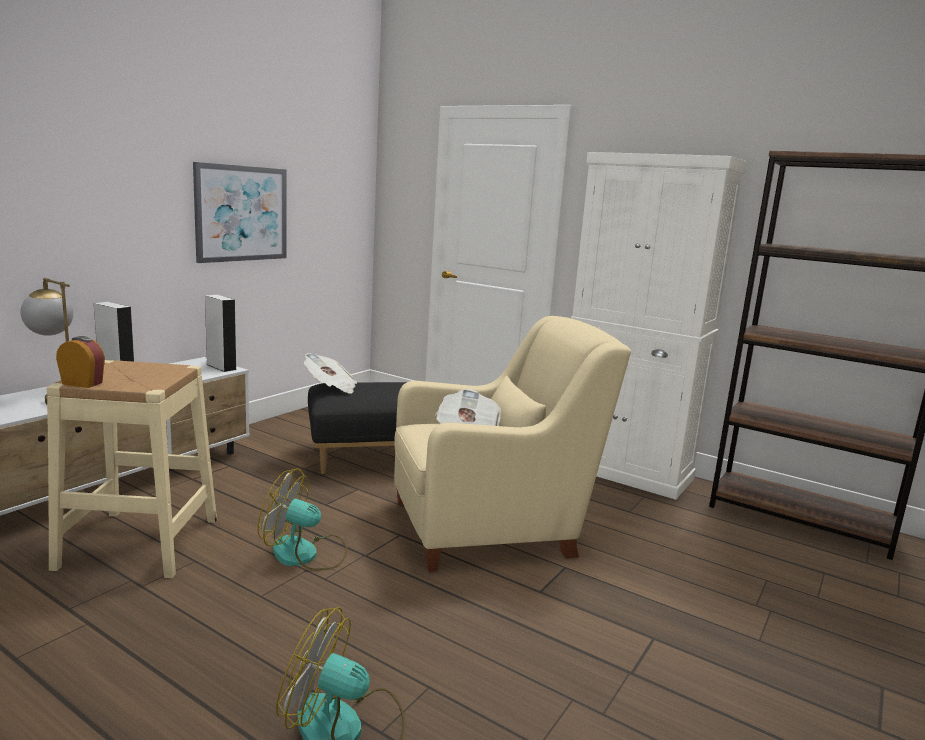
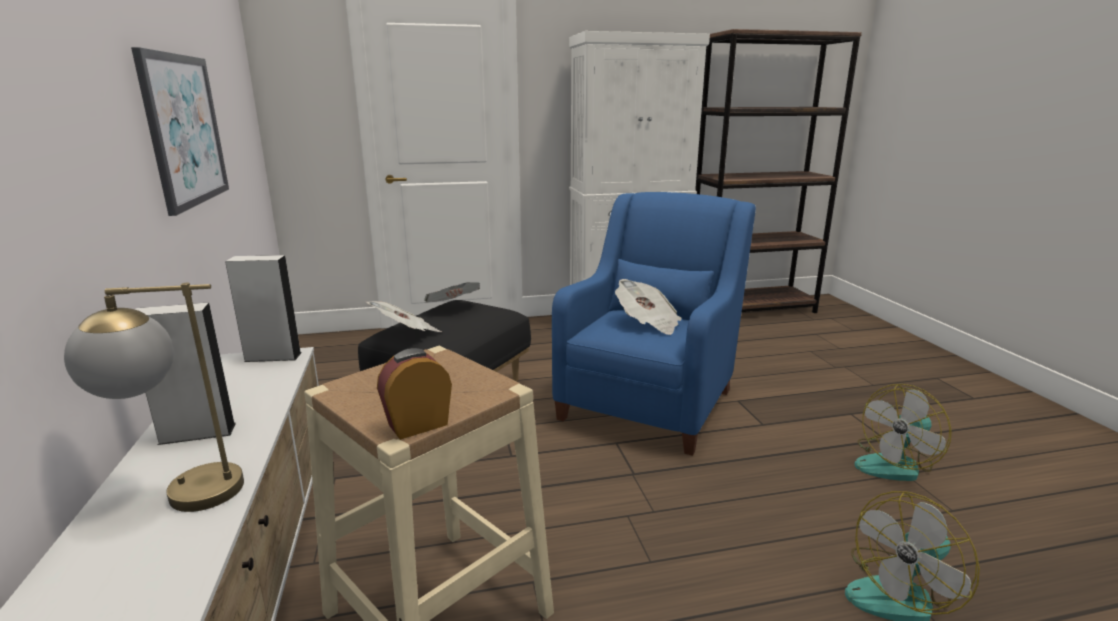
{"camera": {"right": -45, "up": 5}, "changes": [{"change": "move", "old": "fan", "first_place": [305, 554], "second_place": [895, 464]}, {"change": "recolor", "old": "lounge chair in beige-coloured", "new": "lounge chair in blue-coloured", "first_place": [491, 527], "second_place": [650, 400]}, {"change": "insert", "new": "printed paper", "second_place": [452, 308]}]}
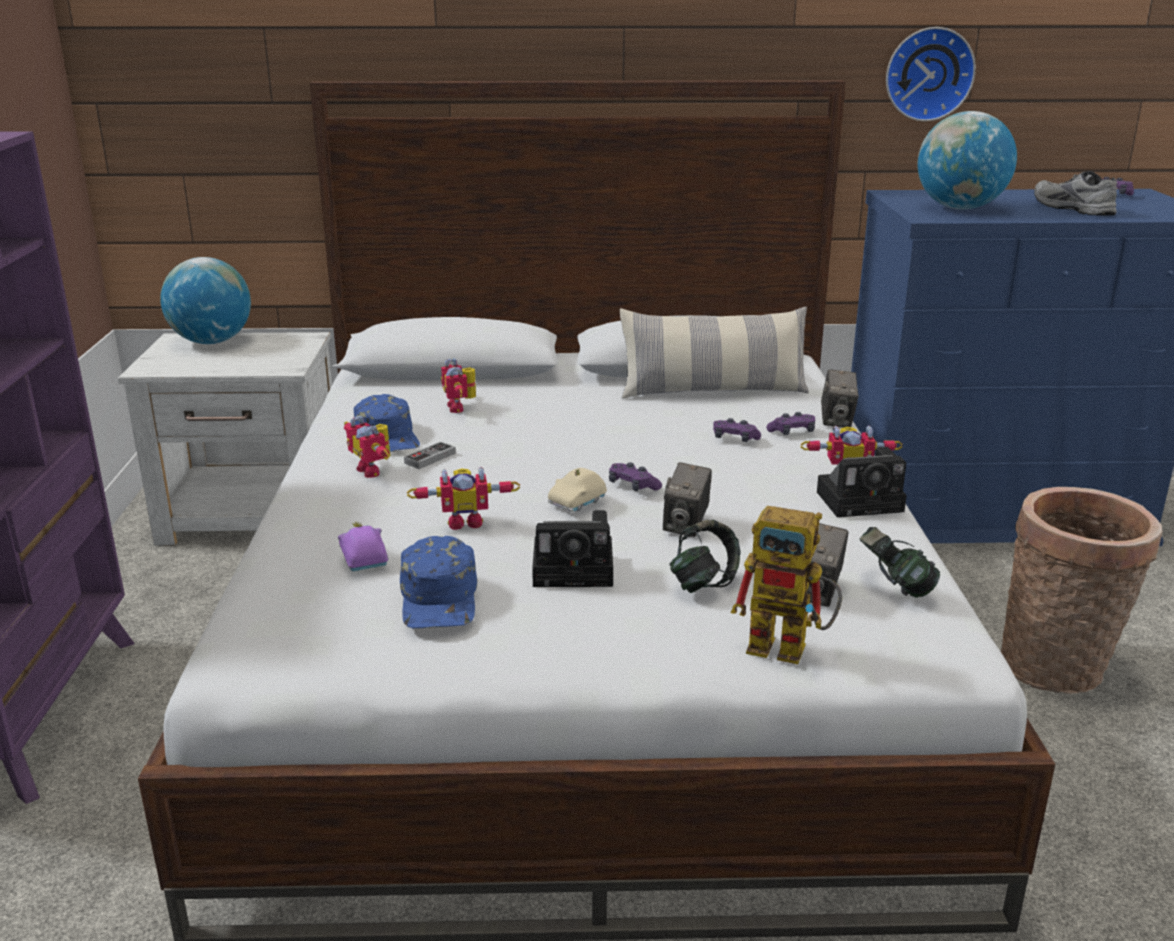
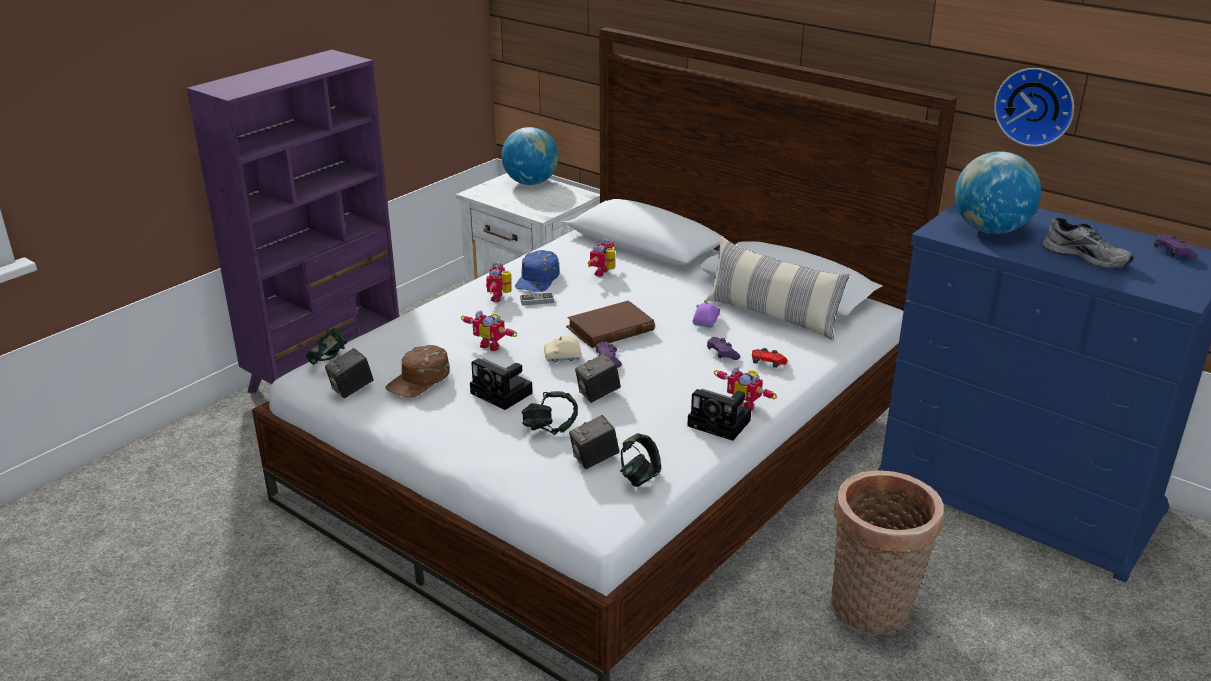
{"camera": {"right": 40, "up": 5}, "changes": [{"change": "move", "old": "toy car in purple", "first_place": [363, 560], "second_place": [705, 321]}, {"change": "recolor", "old": "peaked cap in blue-coloured", "new": "peaked cap in brownish", "first_place": [440, 598], "second_place": [419, 379]}, {"change": "delete", "old": "toy robot", "first_place": [790, 648]}, {"change": "recolor", "old": "game controller in purple", "new": "game controller in reddish", "first_place": [792, 432], "second_place": [767, 363]}, {"change": "move", "old": "photo camera", "first_place": [837, 421], "second_place": [351, 389]}, {"change": "rotate", "old": "low shoe in gray", "first_place": [1070, 208], "second_place": [1086, 256], "degrees": 120}, {"change": "insert", "new": "headphones", "second_place": [328, 362]}, {"change": "insert", "new": "book in brownish", "second_place": [610, 329]}]}
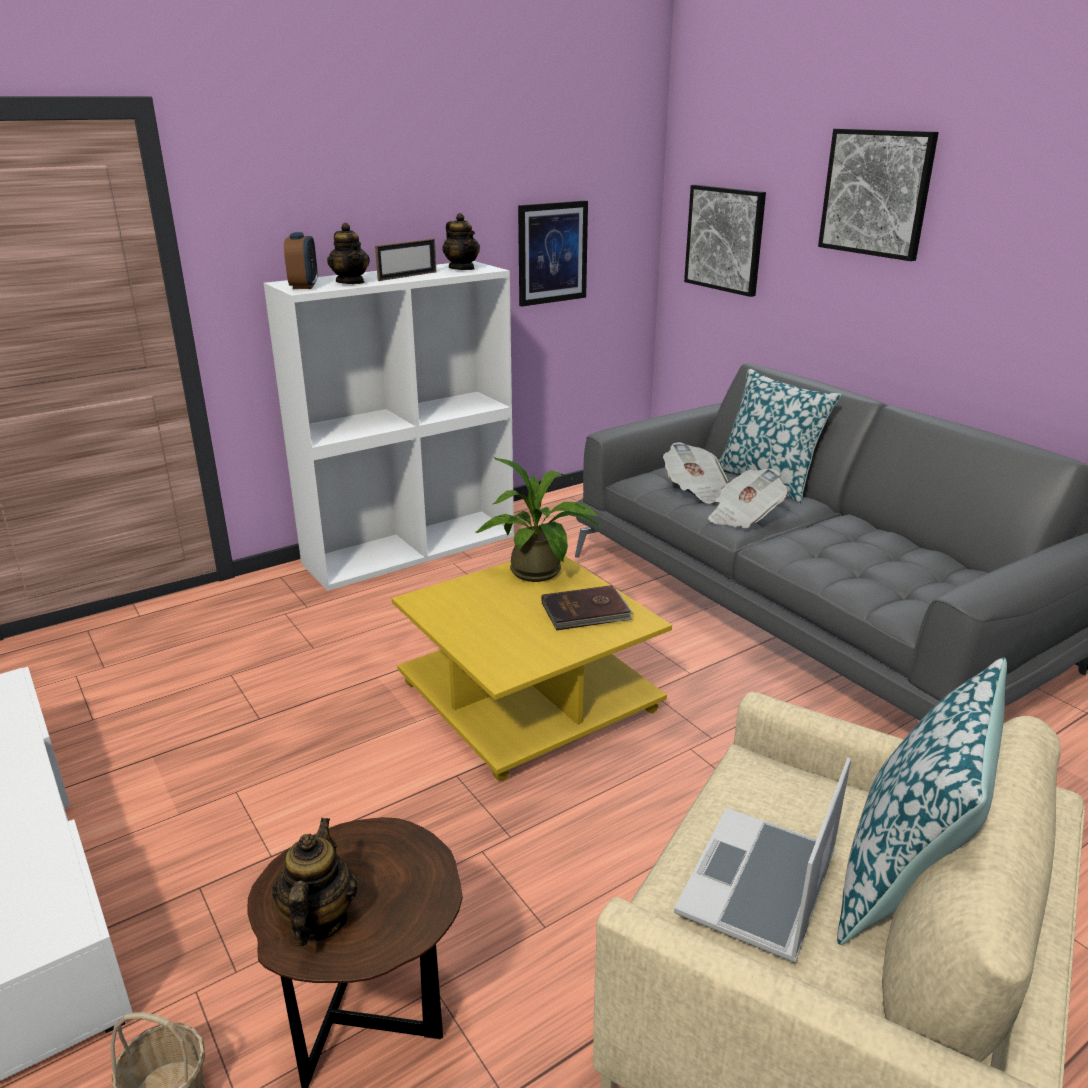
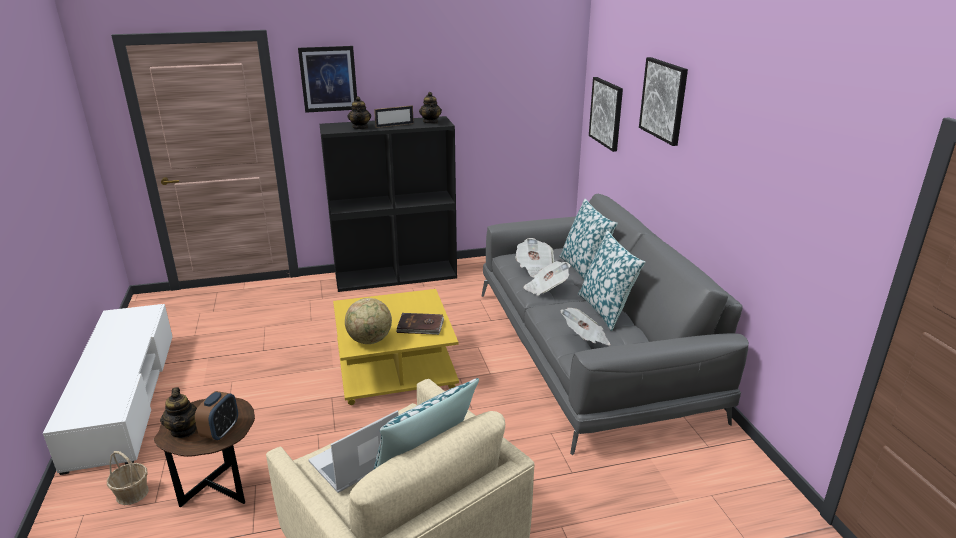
{"camera": {"right": 20, "up": 0}, "changes": [{"change": "recolor", "old": "bookcase in white-coloured", "new": "bookcase in black", "first_place": [411, 548], "second_place": [396, 276]}, {"change": "rotate", "old": "teapot", "first_place": [318, 920], "second_place": [184, 430], "degrees": 135}, {"change": "move", "old": "bedside clock", "first_place": [304, 286], "second_place": [221, 431]}, {"change": "delete", "old": "plant in a pot", "first_place": [540, 574]}, {"change": "move", "old": "picture", "first_place": [552, 253], "second_place": [328, 79]}, {"change": "insert", "new": "globe", "second_place": [370, 340]}, {"change": "insert", "new": "printed paper", "second_place": [585, 338]}, {"change": "insert", "new": "pillow", "second_place": [606, 310]}]}
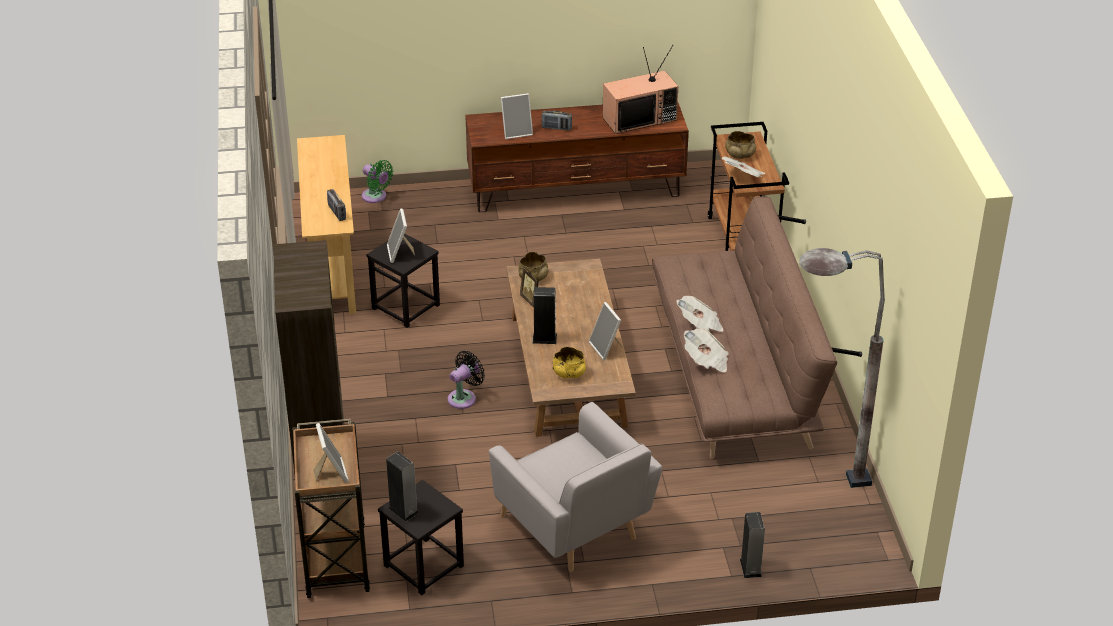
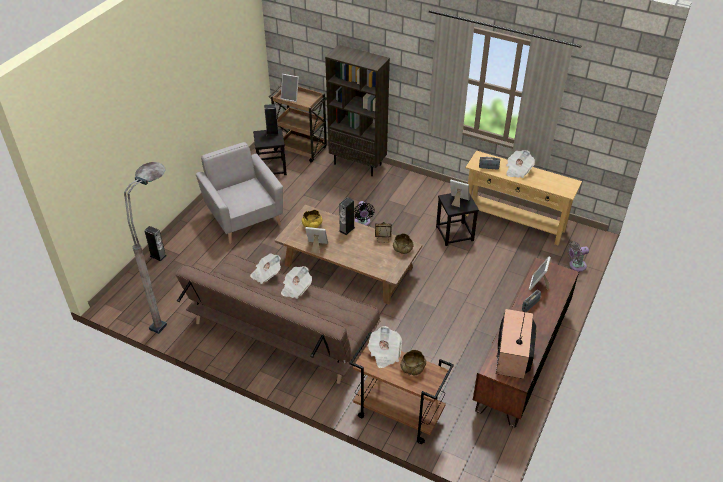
{"camera": {"right": 125, "up": 5}, "changes": [{"change": "recolor", "old": "fan in green-coloured", "new": "fan in gray", "first_place": [376, 197], "second_place": [575, 265]}, {"change": "rotate", "old": "lounge chair in gray", "first_place": [575, 527], "second_place": [243, 217], "degrees": 60}, {"change": "insert", "new": "printed paper", "second_place": [517, 170]}]}
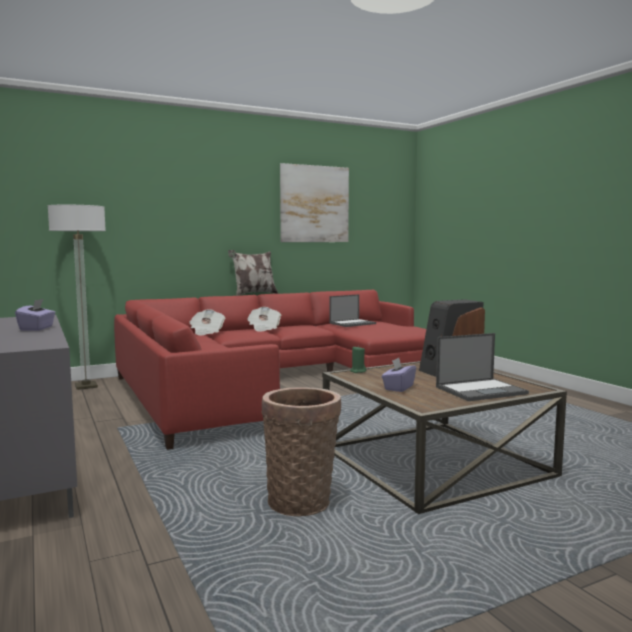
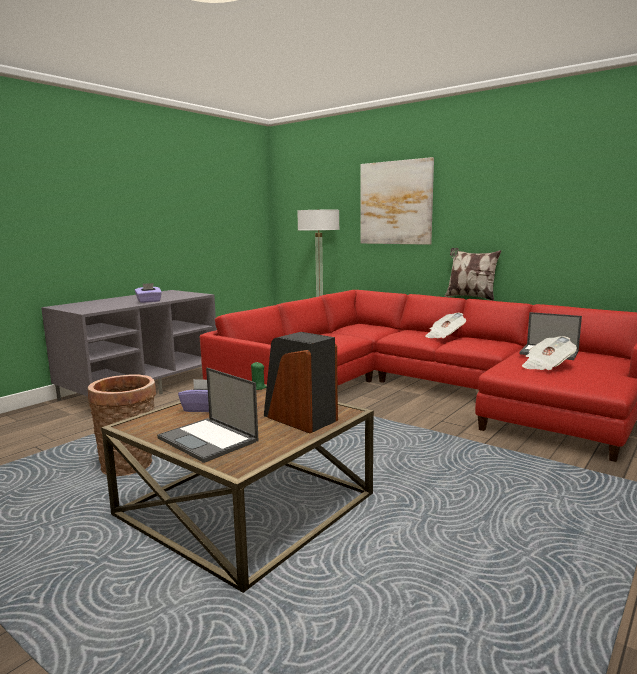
{"camera": {"right": 65, "up": 5}, "changes": [{"change": "move", "old": "printed paper", "first_place": [206, 332], "second_place": [546, 366]}, {"change": "move", "old": "picture", "first_place": [314, 204], "second_place": [396, 203]}]}
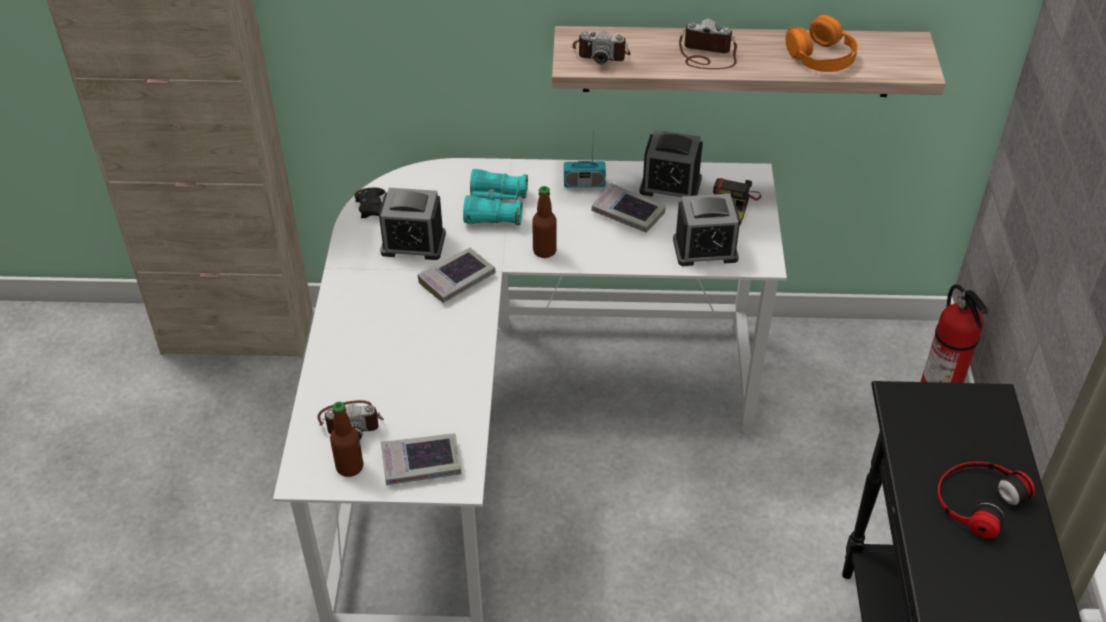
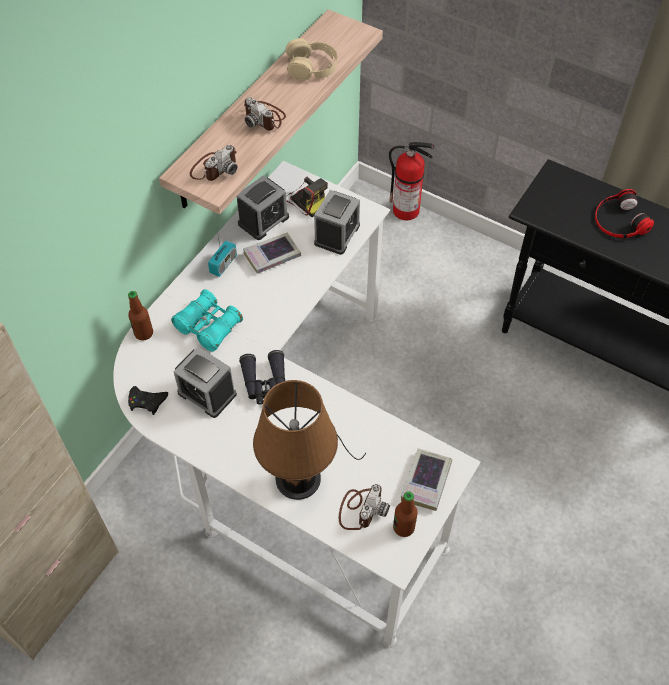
{"camera": {"right": -60, "up": 10}, "changes": [{"change": "rotate", "old": "bedside clock", "first_place": [413, 243], "second_place": [207, 393], "degrees": 90}, {"change": "replace", "old": "book", "new": "binoculars in black", "first_place": [457, 279], "second_place": [265, 383]}, {"change": "move", "old": "drink bottle", "first_place": [544, 251], "second_place": [144, 333]}, {"change": "rotate", "old": "photo camera", "first_place": [707, 55], "second_place": [265, 117], "degrees": -90}, {"change": "recolor", "old": "headphones in orange-coloured", "new": "headphones in beige-coloured", "first_place": [821, 56], "second_place": [312, 66]}, {"change": "insert", "new": "lamp for a table in brownish", "second_place": [302, 474]}]}
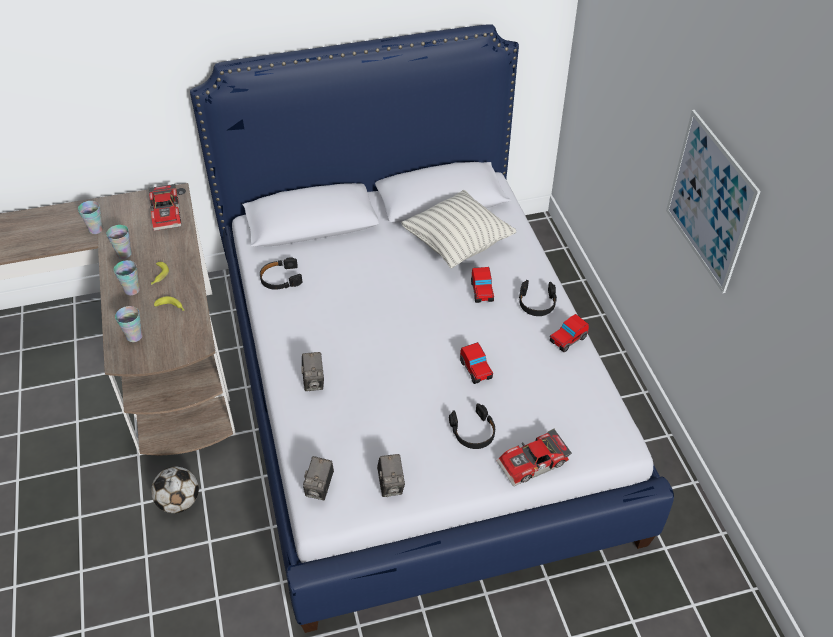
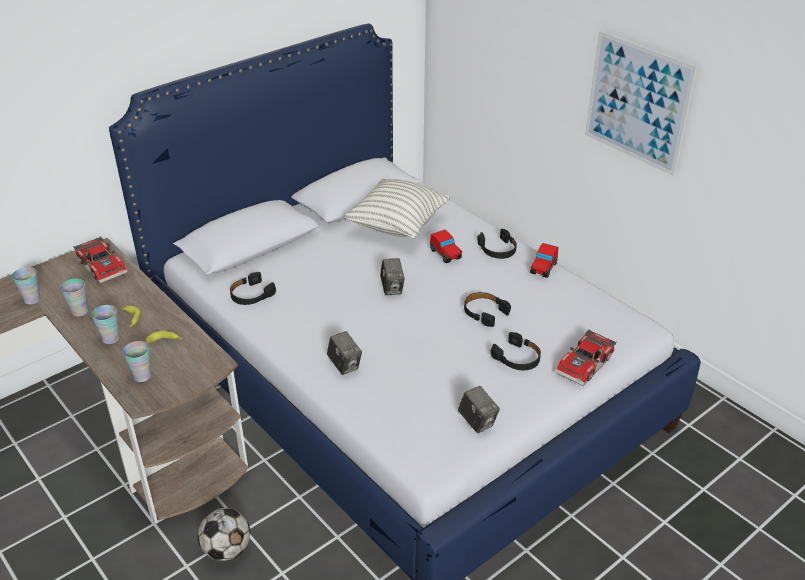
{"camera": {"right": -25, "up": -10}, "changes": [{"change": "move", "old": "photo camera", "first_place": [320, 488], "second_place": [392, 288]}, {"change": "replace", "old": "toy car", "new": "headphones in black", "first_place": [476, 370], "second_place": [484, 312]}]}
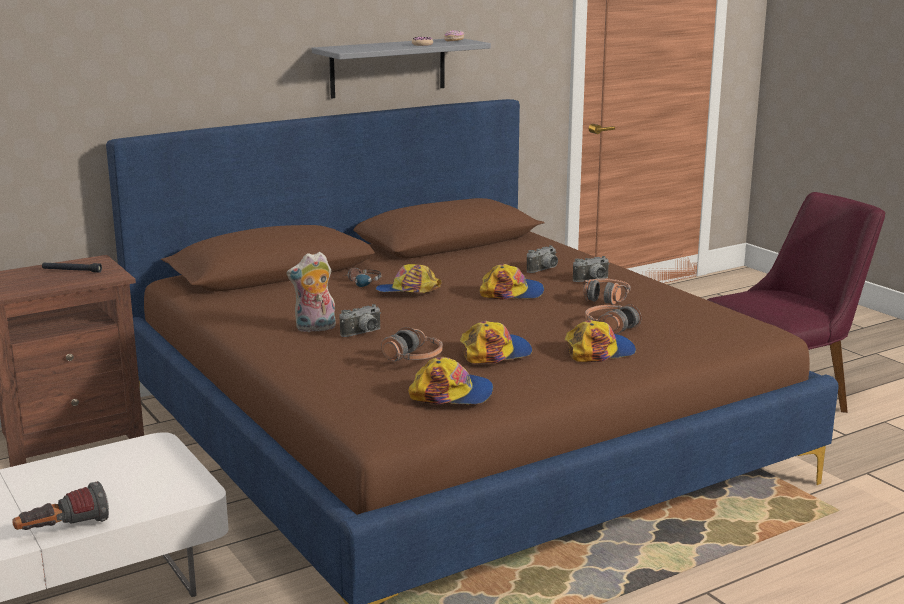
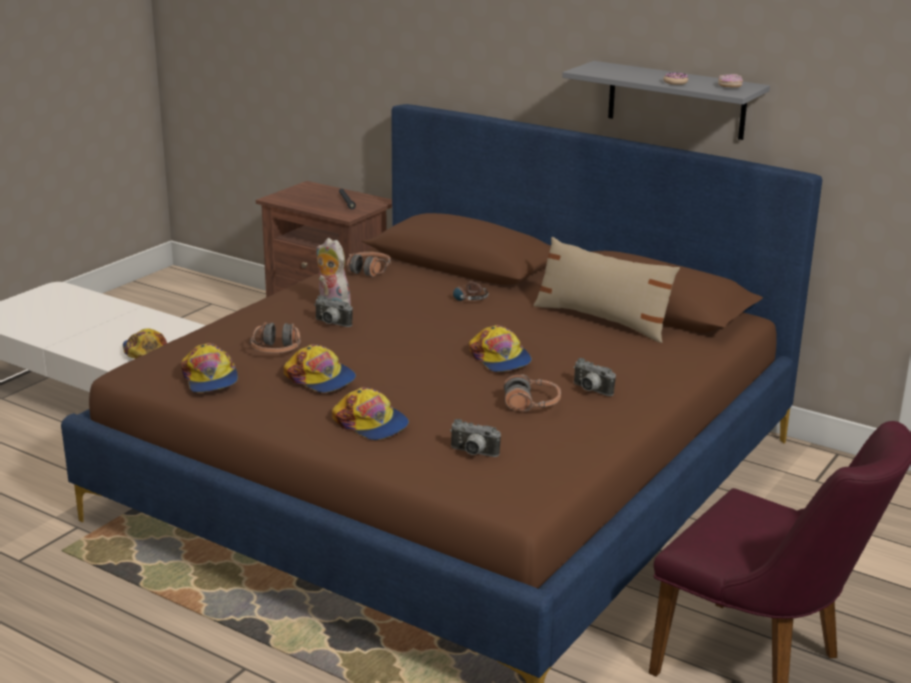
{"camera": {"right": 65, "up": 5}, "changes": [{"change": "delete", "old": "torch", "first_place": [63, 530]}, {"change": "move", "old": "peaked cap", "first_place": [407, 291], "second_place": [146, 353]}, {"change": "move", "old": "photo camera", "first_place": [544, 270], "second_place": [473, 453]}, {"change": "move", "old": "headphones", "first_place": [611, 326], "second_place": [368, 270]}, {"change": "insert", "new": "pillow in beige-coloured", "second_place": [602, 320]}]}
